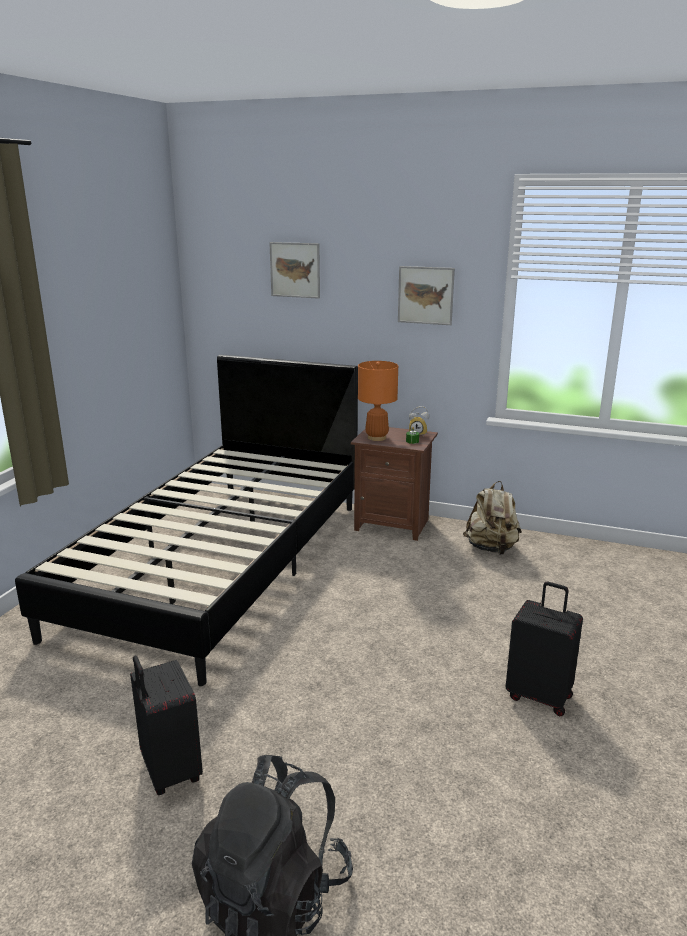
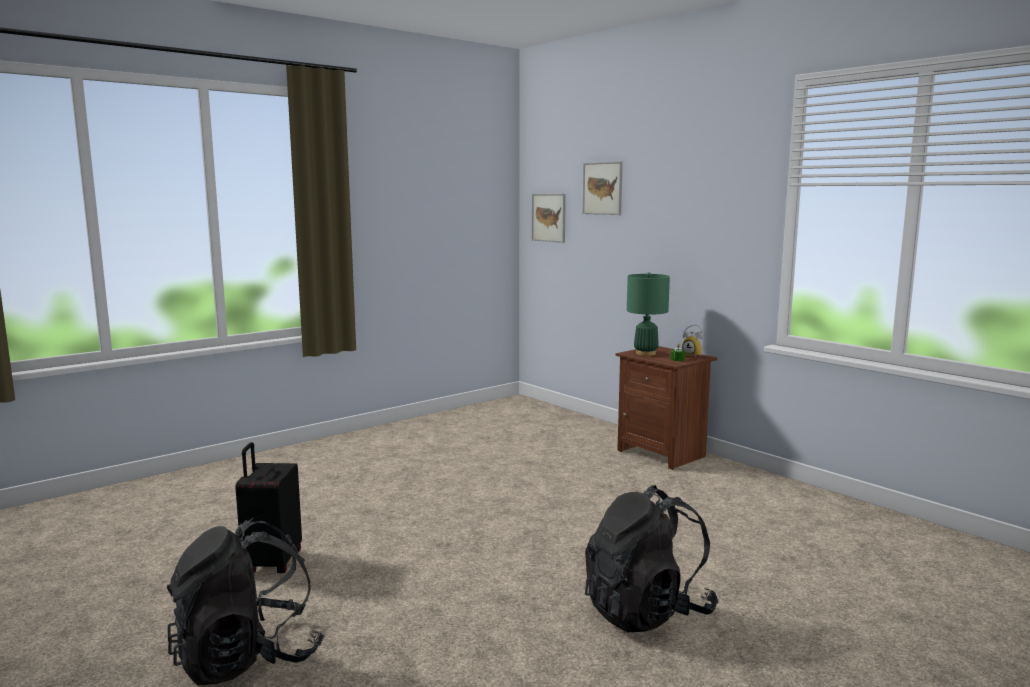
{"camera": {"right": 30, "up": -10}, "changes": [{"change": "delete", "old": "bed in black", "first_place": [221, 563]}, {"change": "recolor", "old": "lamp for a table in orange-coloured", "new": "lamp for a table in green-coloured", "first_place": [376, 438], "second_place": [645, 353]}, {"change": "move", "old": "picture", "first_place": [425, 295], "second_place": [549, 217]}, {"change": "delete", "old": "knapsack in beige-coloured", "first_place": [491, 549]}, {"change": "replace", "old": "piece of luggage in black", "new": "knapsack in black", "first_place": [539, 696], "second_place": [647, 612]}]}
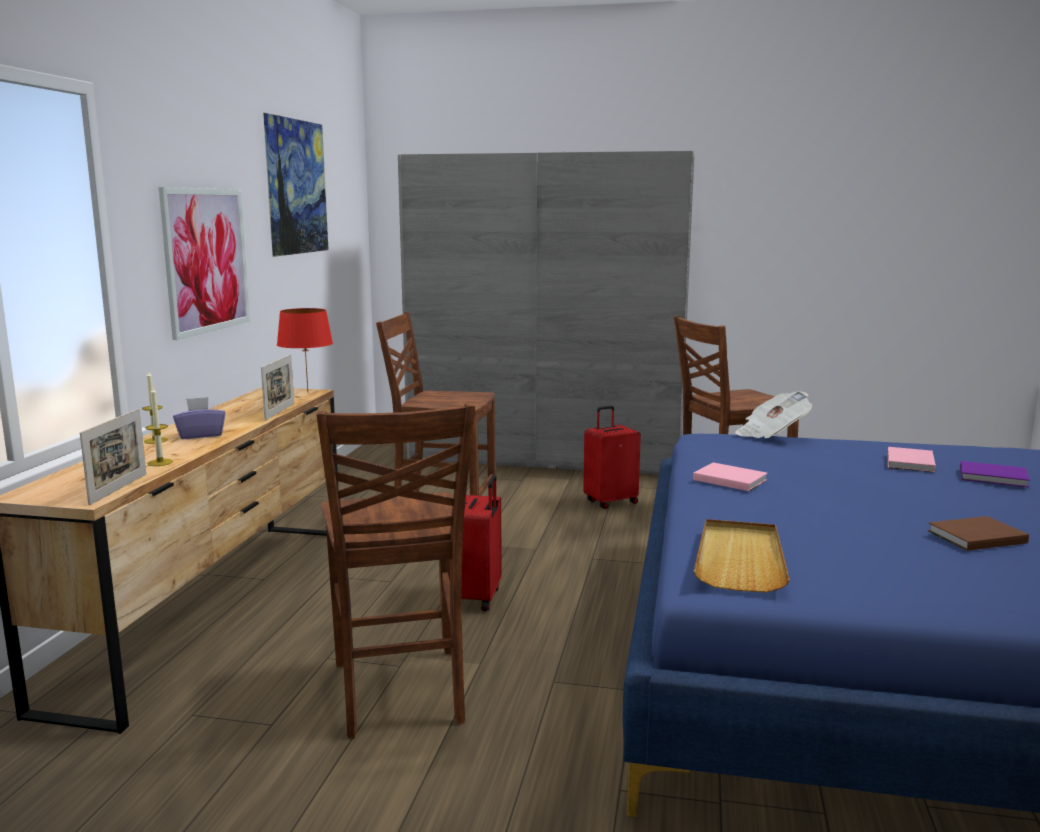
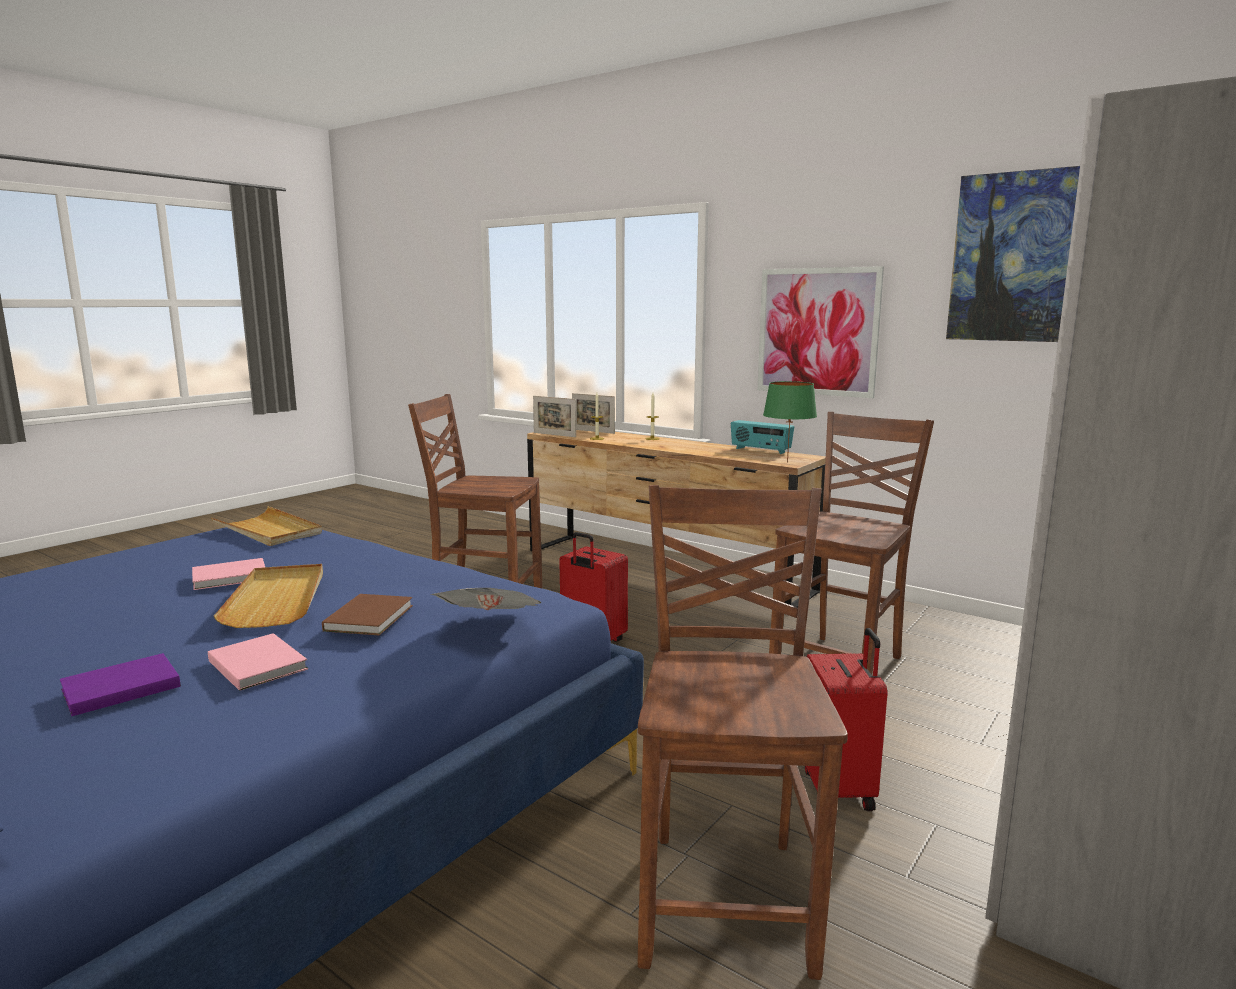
{"camera": {"right": 115, "up": 0}, "changes": [{"change": "delete", "old": "tissue holder in purple", "first_place": [200, 435]}, {"change": "move", "old": "photo frame", "first_place": [279, 412], "second_place": [593, 431]}, {"change": "recolor", "old": "lamp for a table in reddish", "new": "lamp for a table in green-coloured", "first_place": [307, 392], "second_place": [787, 462]}, {"change": "move", "old": "book in pink", "first_place": [728, 479], "second_place": [232, 577]}, {"change": "move", "old": "book in brownish", "first_place": [974, 536], "second_place": [371, 617]}, {"change": "insert", "new": "serving tray in beige-coloured", "second_place": [277, 599]}, {"change": "insert", "new": "radio set", "second_place": [760, 450]}]}
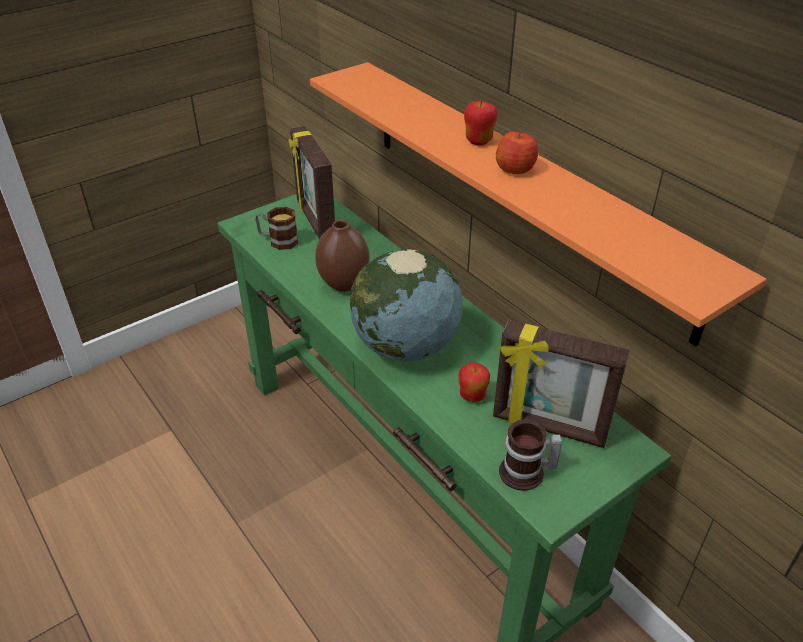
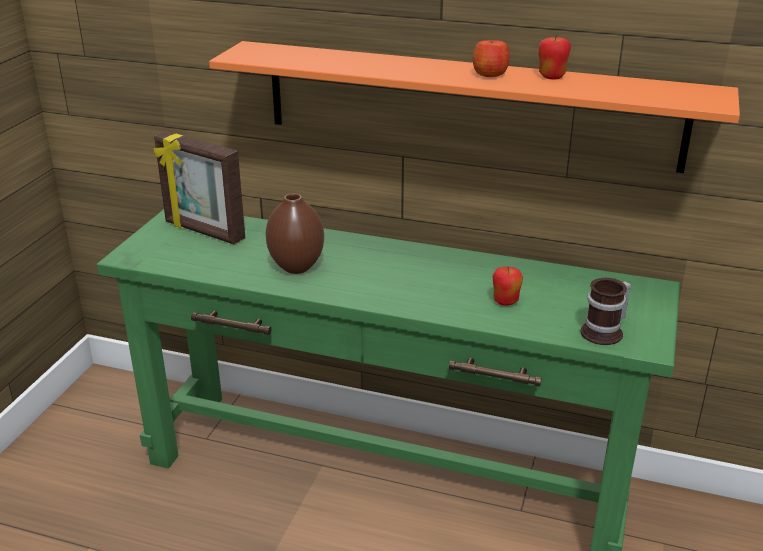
{"camera": {"right": -35, "up": -10}, "changes": [{"change": "delete", "old": "coffee mug", "first_place": [278, 240]}, {"change": "delete", "old": "globe", "first_place": [405, 347]}, {"change": "move", "old": "apple fruit", "first_place": [478, 141], "second_place": [551, 77]}, {"change": "delete", "old": "photo frame", "first_place": [549, 427]}]}
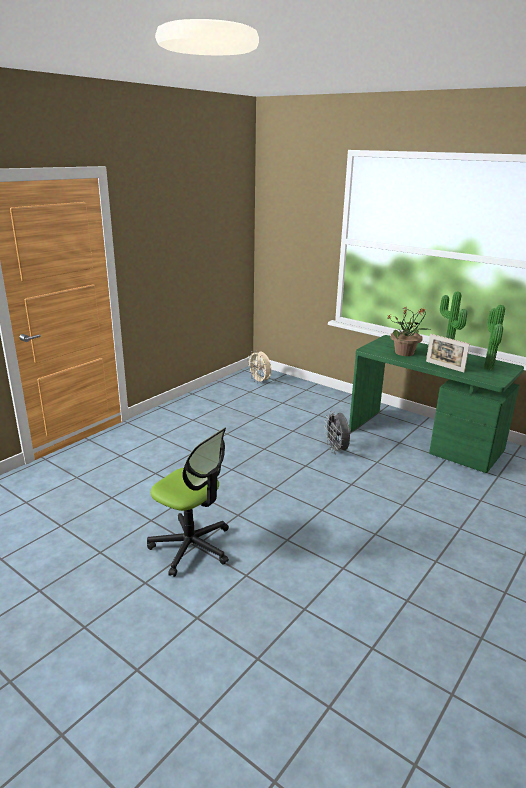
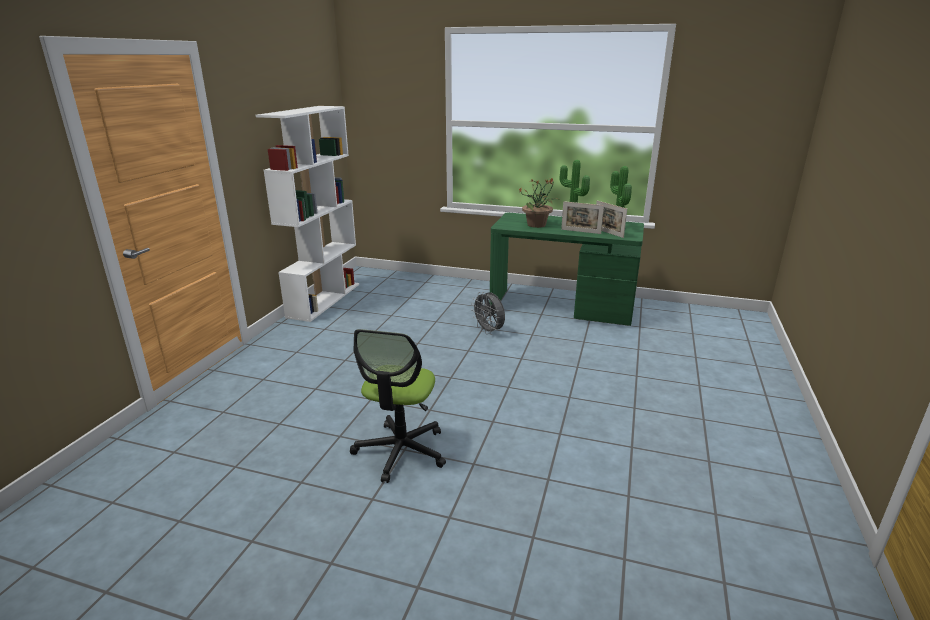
{"camera": {"right": -20, "up": 0}, "changes": [{"change": "rotate", "old": "desk chair", "first_place": [191, 547], "second_place": [401, 451], "degrees": 90}, {"change": "delete", "old": "fan in beige-coloured", "first_place": [260, 381]}, {"change": "insert", "new": "bookcase in white-coloured", "second_place": [324, 300]}, {"change": "insert", "new": "photo frame", "second_place": [608, 233]}]}
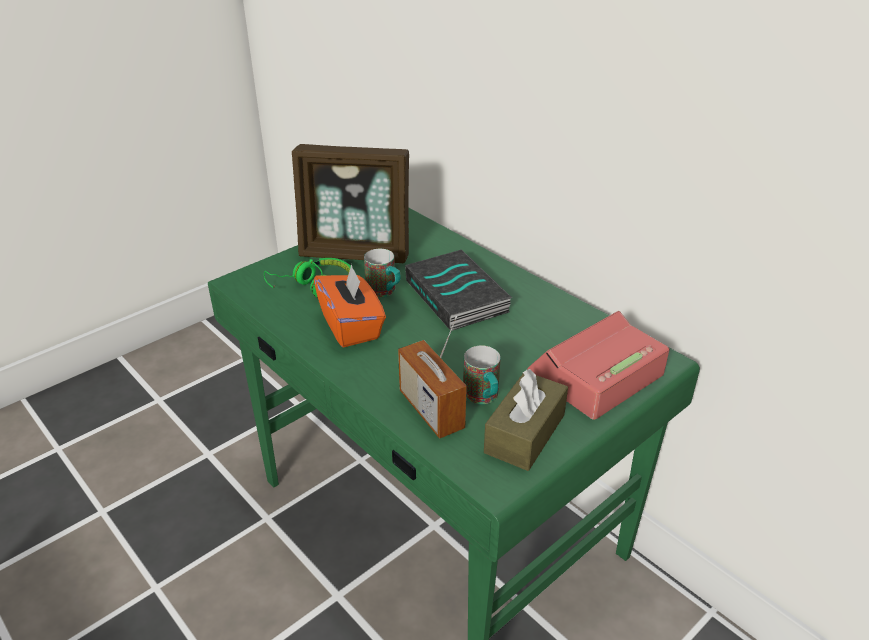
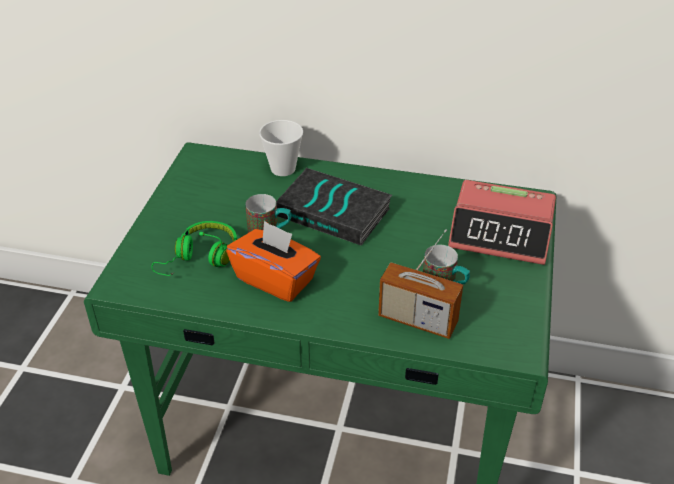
{"camera": {"right": -35, "up": 5}, "changes": [{"change": "delete", "old": "photo frame", "first_place": [356, 253]}, {"change": "delete", "old": "tissue holder in brownish", "first_place": [525, 433]}, {"change": "rotate", "old": "bedside clock", "first_place": [595, 375], "second_place": [501, 233], "degrees": -90}, {"change": "insert", "new": "cup", "second_place": [283, 169]}]}
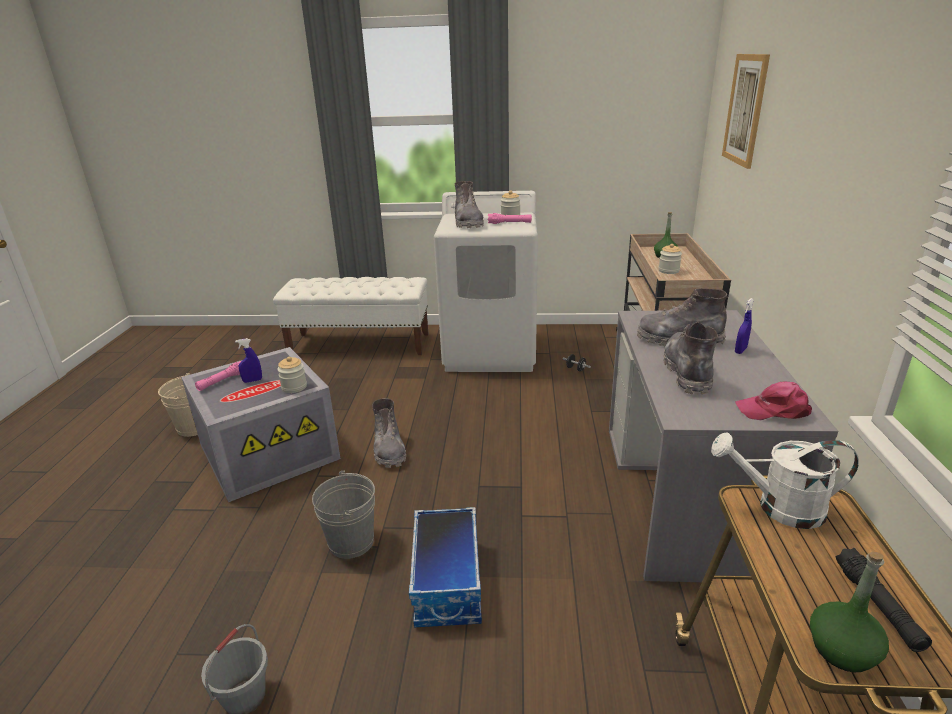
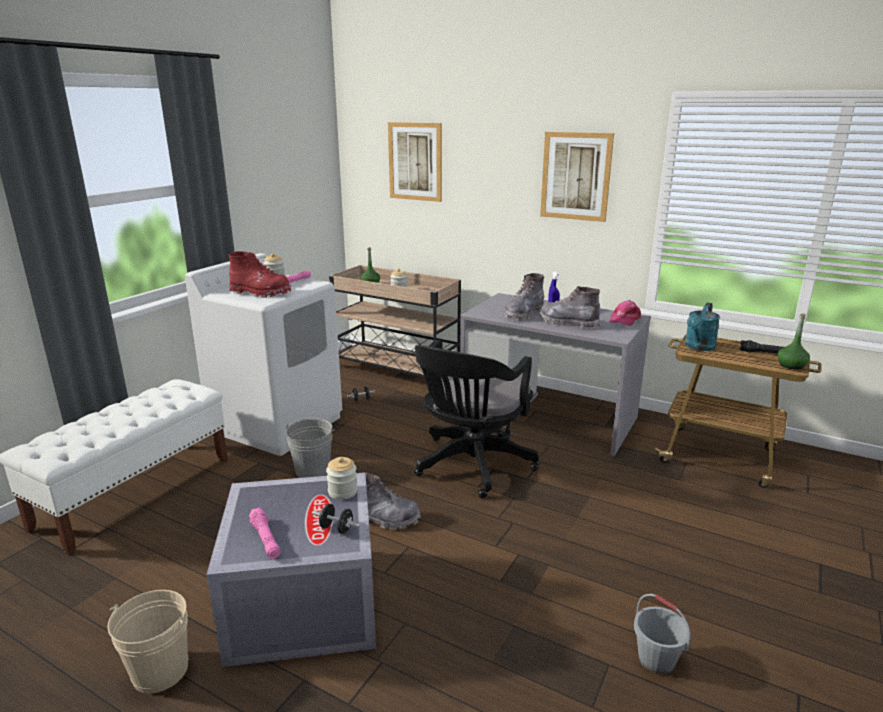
{"camera": {"right": -65, "up": -5}, "changes": [{"change": "delete", "old": "spray bottle in blue-coloured", "first_place": [252, 381]}, {"change": "move", "old": "water bucket in gray", "first_place": [351, 542], "second_place": [313, 470]}, {"change": "delete", "old": "storage bin", "first_place": [449, 582]}, {"change": "recolor", "old": "tall boot in gray", "new": "tall boot in reddish", "first_place": [468, 223], "second_place": [260, 293]}, {"change": "recolor", "old": "watering pot in white-coloured", "new": "watering pot in turquoise-coloured", "first_place": [779, 507], "second_place": [698, 347]}, {"change": "insert", "new": "dumbbell in black", "second_place": [336, 528]}, {"change": "insert", "new": "desk chair in black", "second_place": [471, 466]}, {"change": "insert", "new": "picture", "second_place": [575, 176]}]}
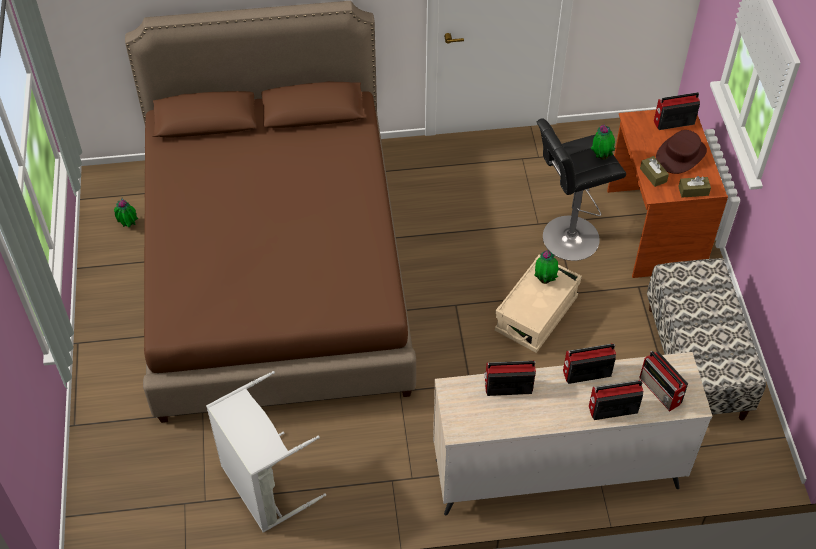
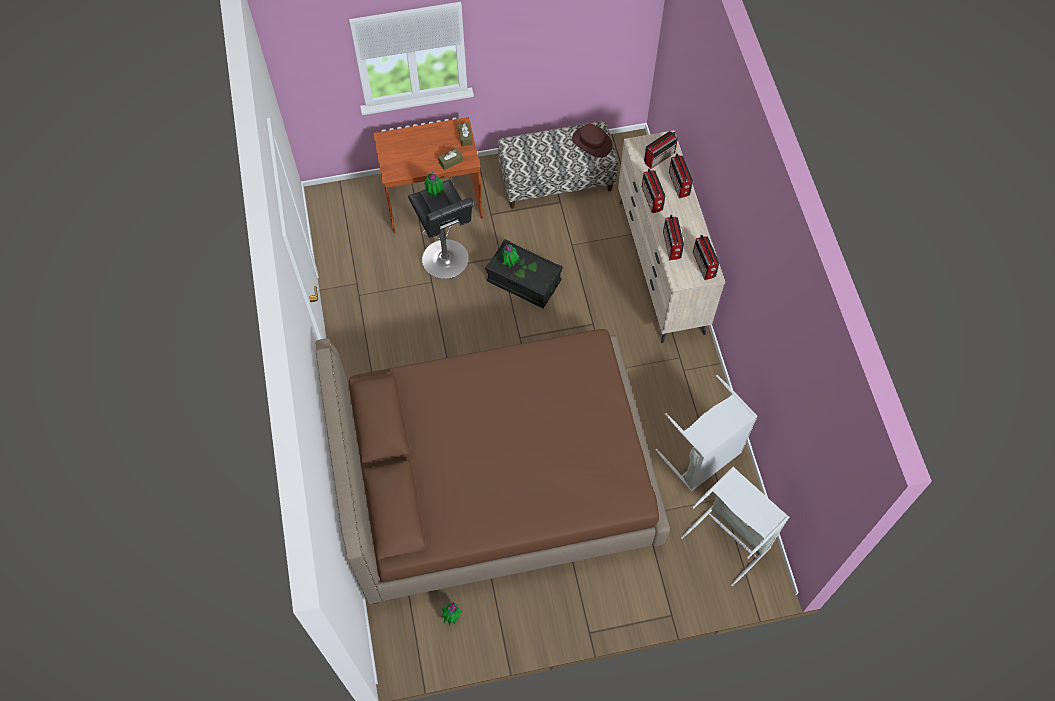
{"camera": {"right": -95, "up": 10}, "changes": [{"change": "recolor", "old": "storage bin in beige-coloured", "new": "storage bin in black", "first_place": [536, 314], "second_place": [524, 281]}, {"change": "move", "old": "radio set", "first_place": [673, 122], "second_place": [704, 265]}, {"change": "move", "old": "hat in brownish", "first_place": [681, 155], "second_place": [592, 142]}, {"change": "insert", "new": "laundry basket in gray", "second_place": [731, 536]}]}
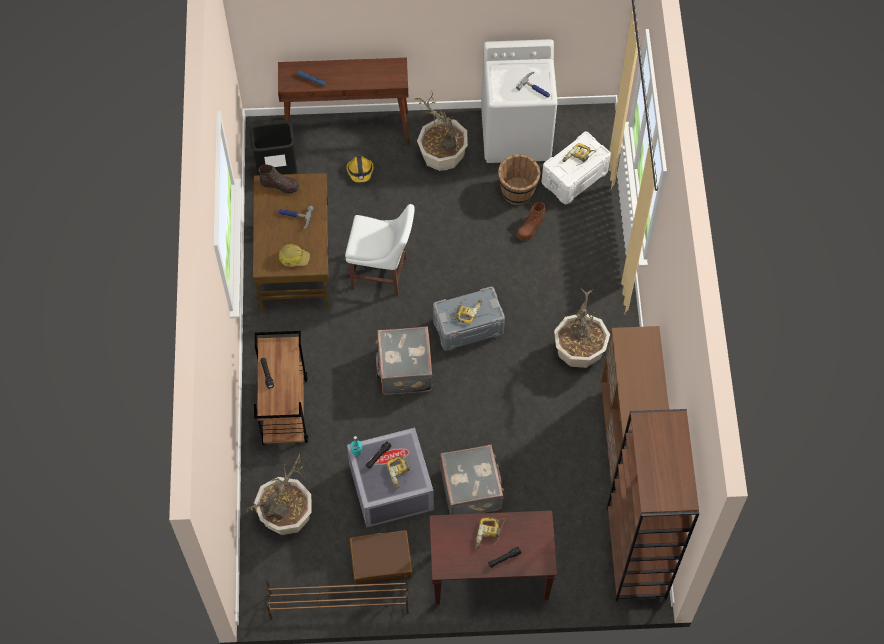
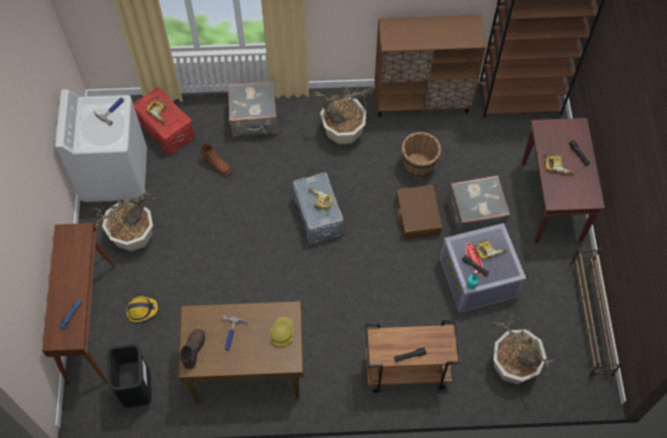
{"camera": {"right": -90, "up": 0}, "changes": [{"change": "delete", "old": "plain chair in white-coloured", "first_place": [382, 273]}, {"change": "move", "old": "piece of luggage in brownish", "first_place": [381, 561], "second_place": [417, 216]}, {"change": "move", "old": "piece of luggage in gray", "first_place": [404, 370], "second_place": [254, 120]}, {"change": "move", "old": "water bucket in brownish", "first_place": [517, 192], "second_place": [418, 166]}, {"change": "recolor", "old": "storage bin in white-coloured", "new": "storage bin in reddish", "first_place": [574, 177], "second_place": [165, 130]}]}
